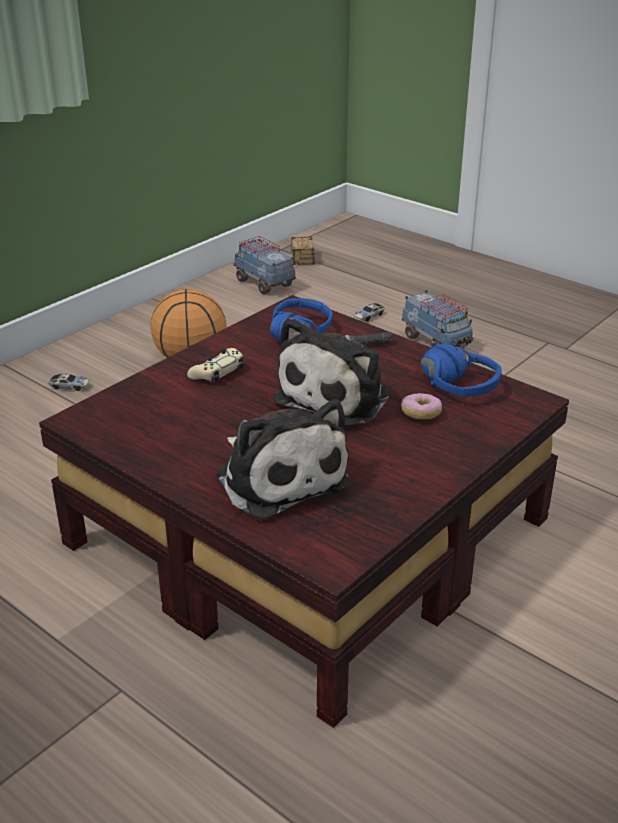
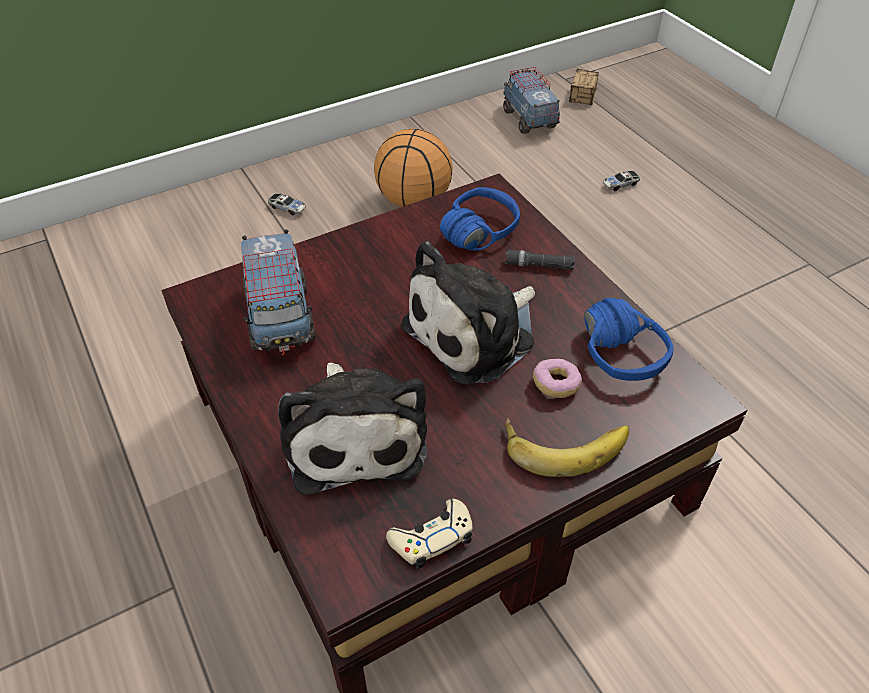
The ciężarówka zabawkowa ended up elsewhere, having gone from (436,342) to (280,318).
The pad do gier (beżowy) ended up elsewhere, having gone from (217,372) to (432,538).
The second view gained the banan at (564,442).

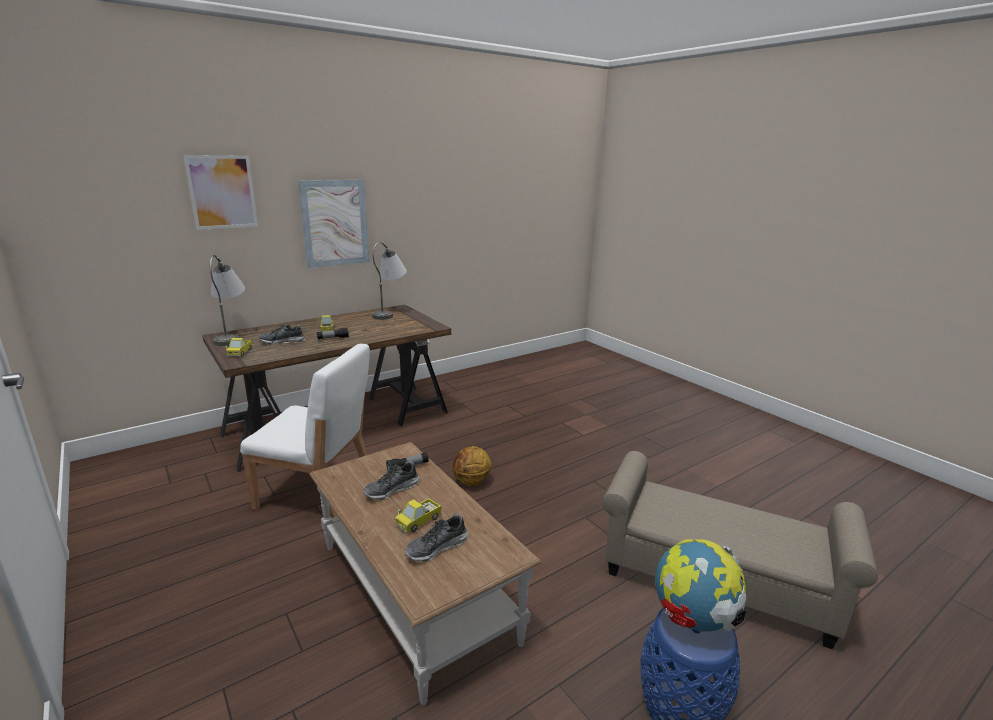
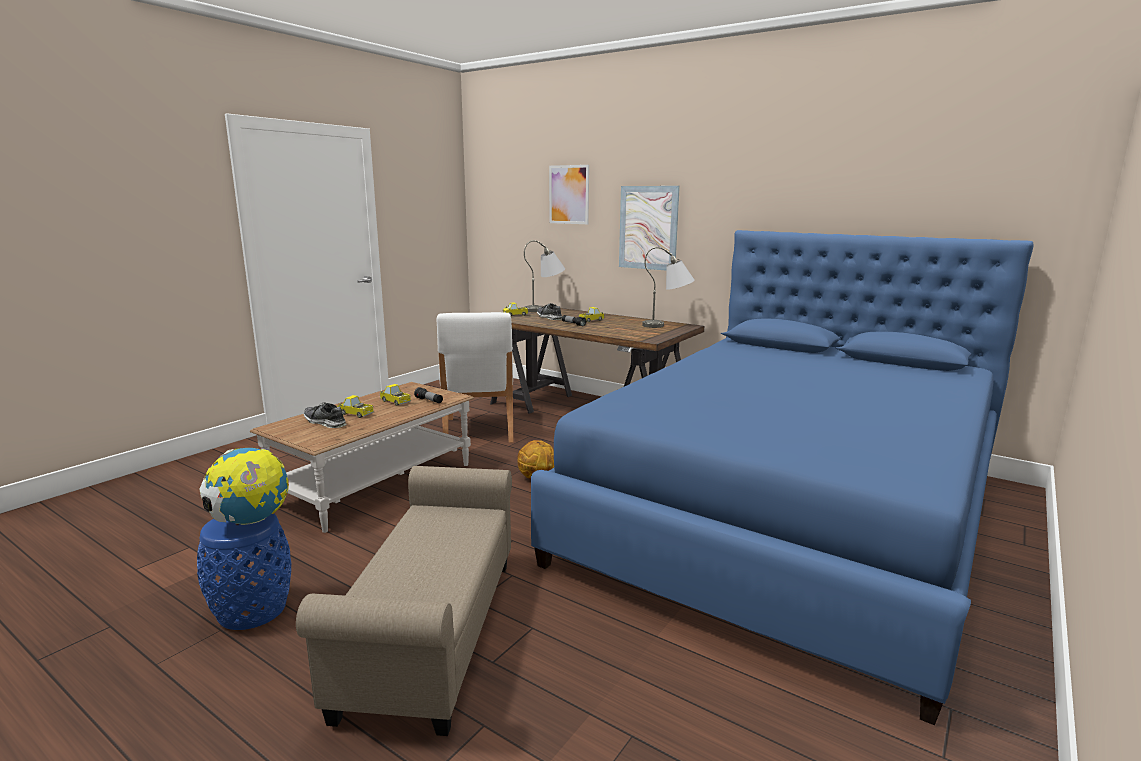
Where the but stood at (392,489), the ciężarówka zabawkowa came to stand at (395,402).
The second view gained the łóżko (niebieski) at (790,515).

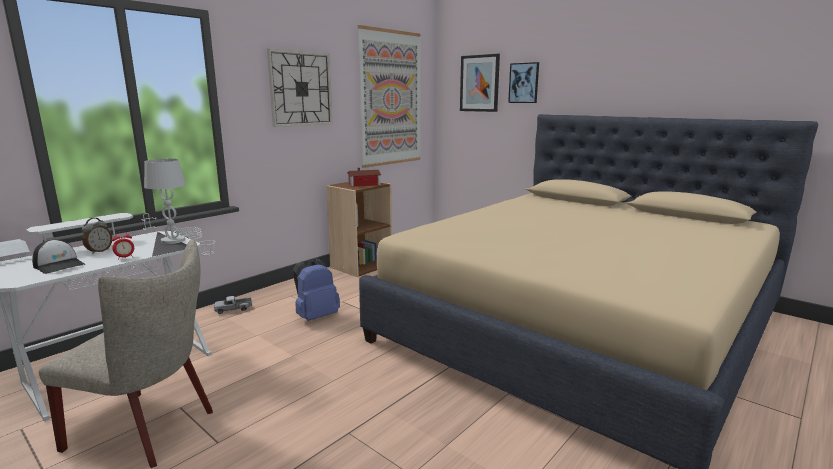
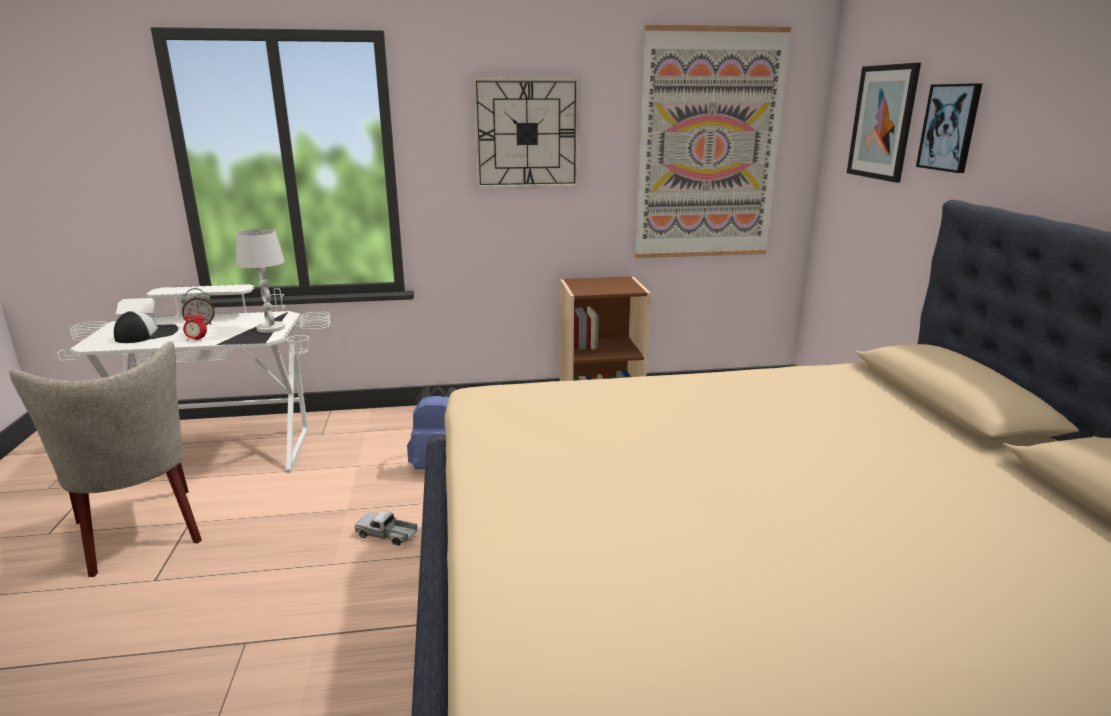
The second view lost the domek at (365,184).
The czapka z daszkiem at (59,265) ended up facing another way, 120 degrees counterclockwise from before.
The ciężarówka zabawkowa ended up elsewhere, having gone from (233,309) to (387,535).

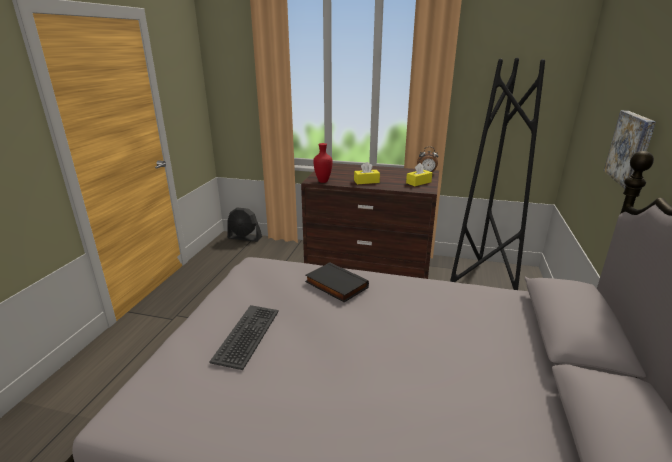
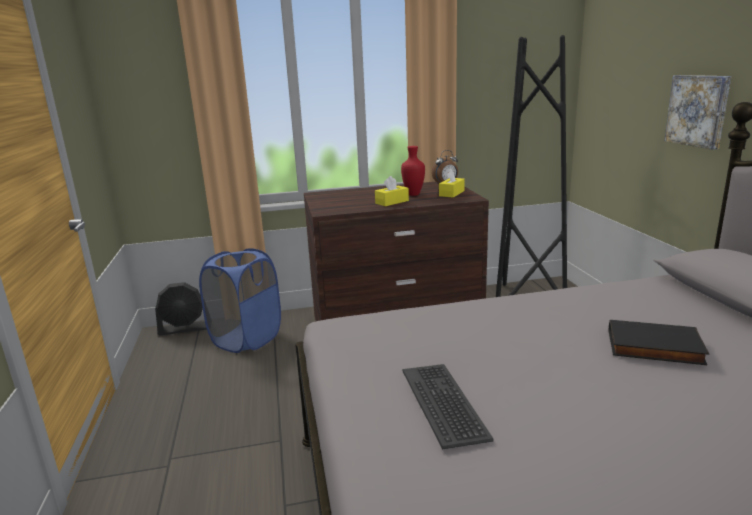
The wazon (czerwony) ended up elsewhere, having gone from (323,181) to (413,194).
The książka (czarny) ended up elsewhere, having gone from (335,285) to (654,348).
The second view gained the kosz na pranie (niebieski) at (246,339).

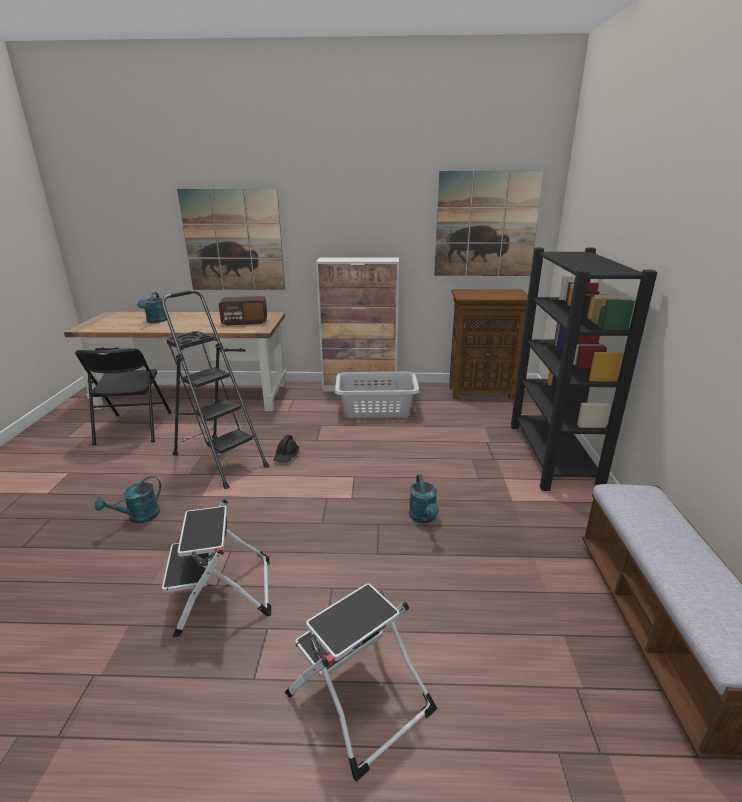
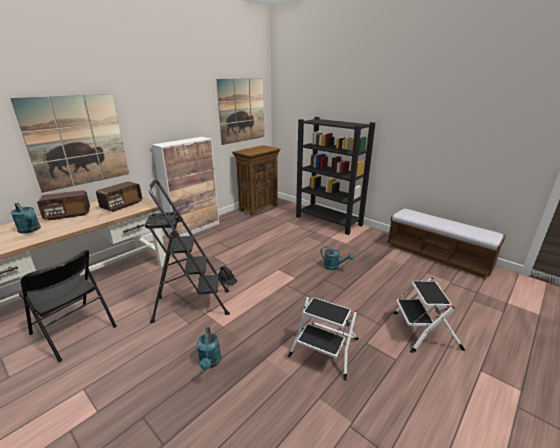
The second view lost the kosz na pranie (szary) at (376,408).
The second view gained the radio at (68,215).

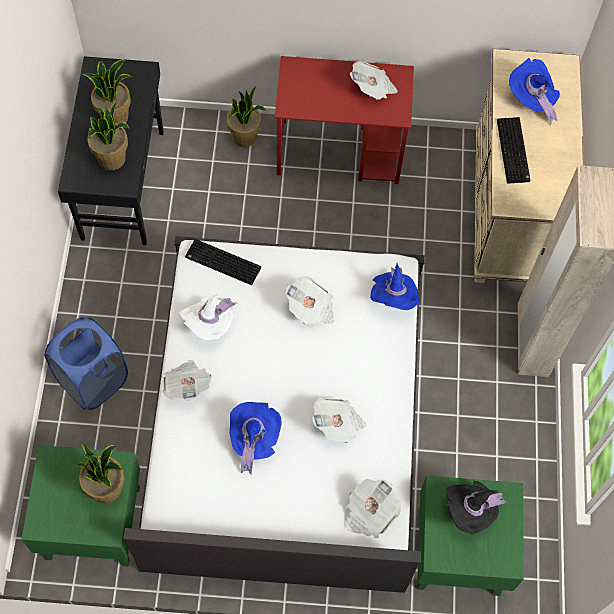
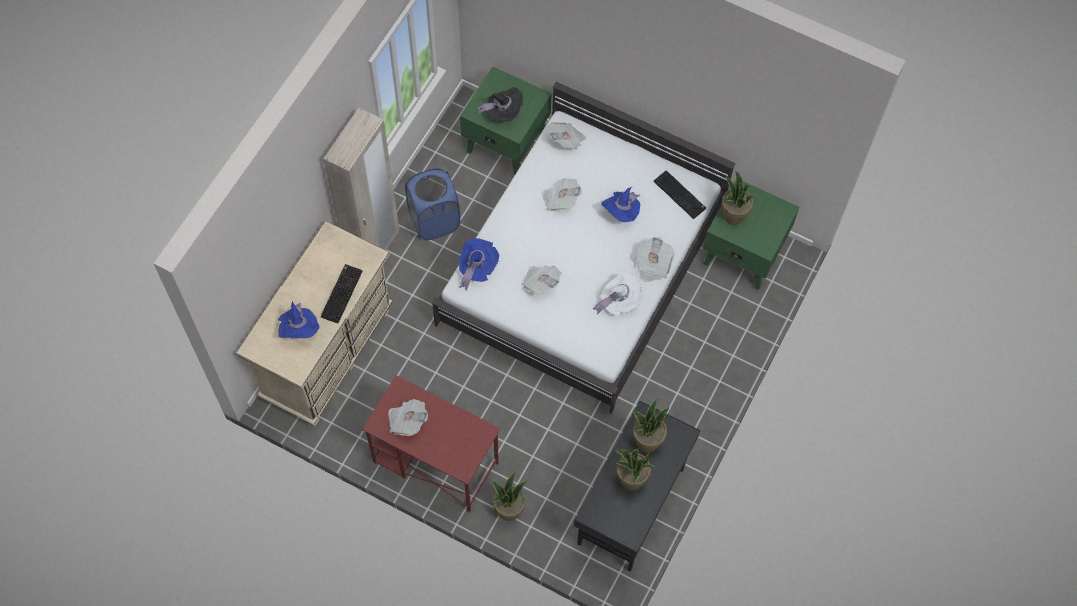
The klawiatura ended up elsewhere, having gone from (221,263) to (680,195).
The kosz na pranie (niebieski) ended up elsewhere, having gone from (93,381) to (434,221).

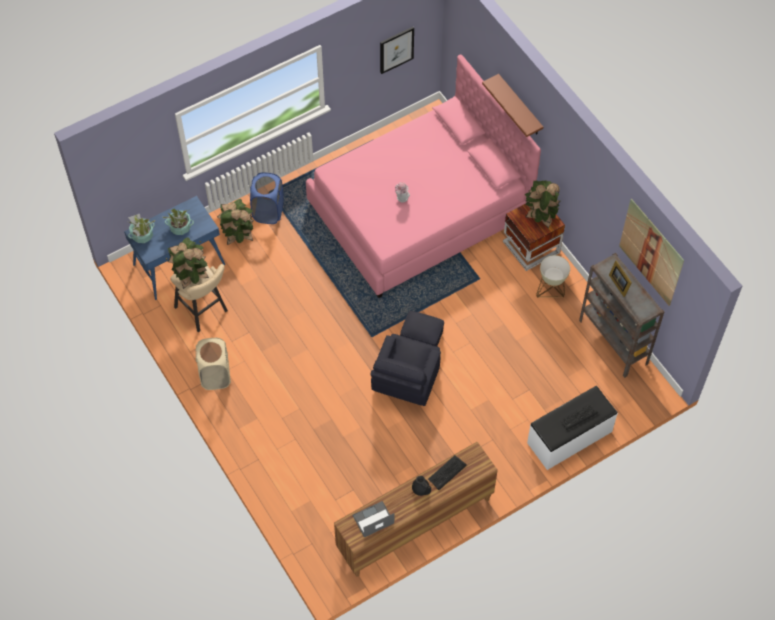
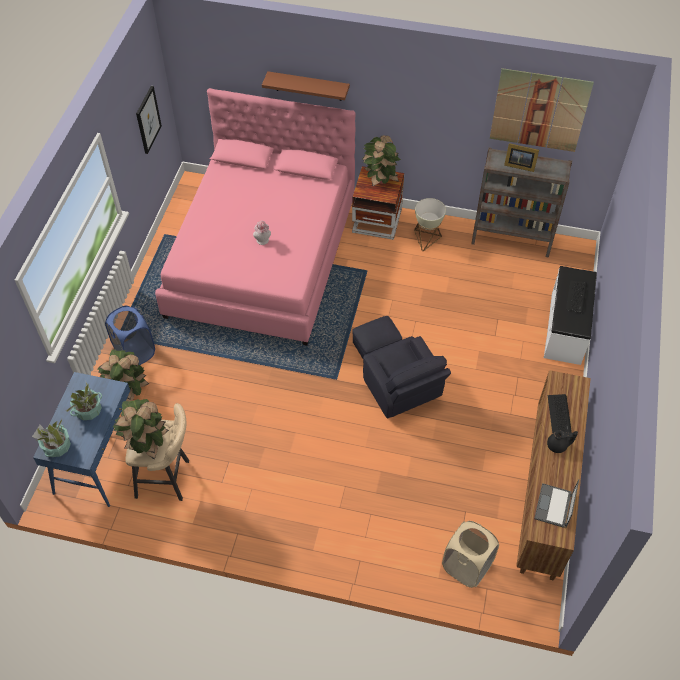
The kosz na pranie (beżowy) ended up elsewhere, having gone from (215,375) to (466,566).

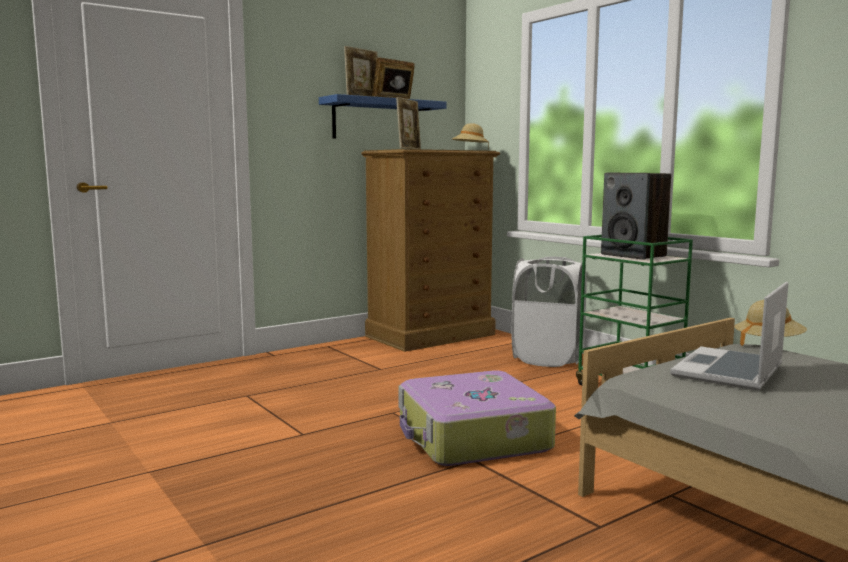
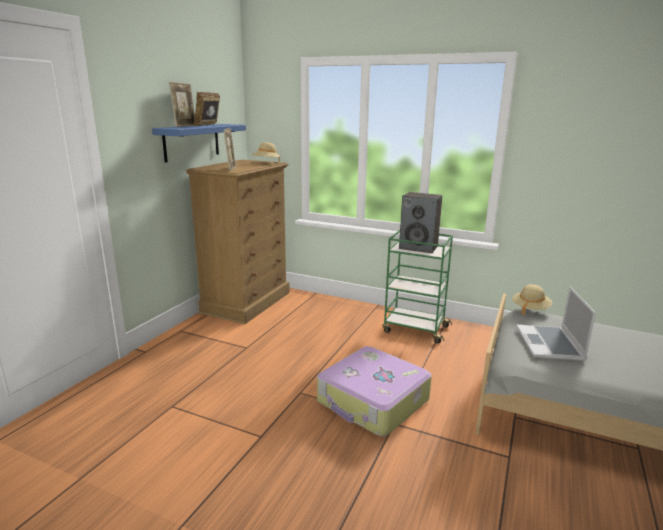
The second view lost the kosz na pranie (biały) at (548,358).

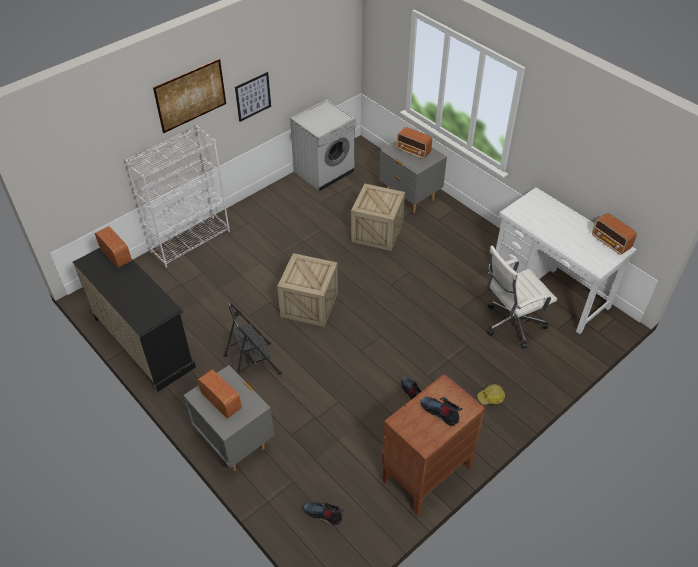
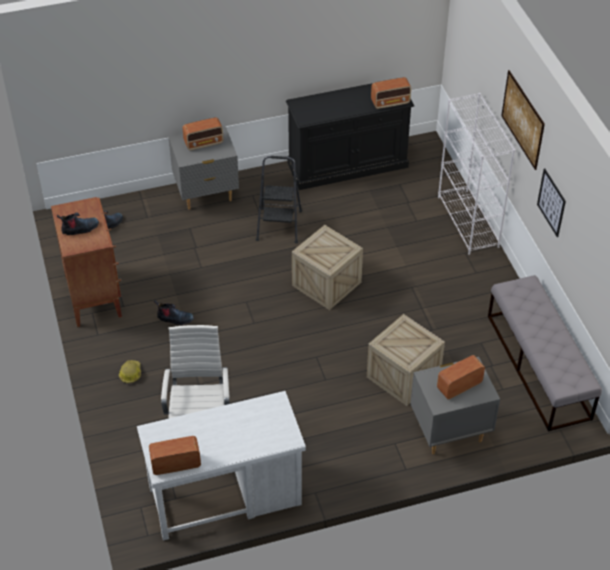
Where the pralka (biały) stood at (325,172), the ławka (szary) came to stand at (538,367).

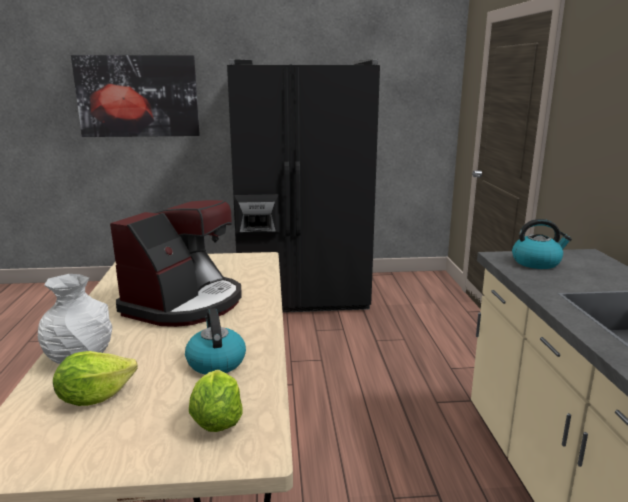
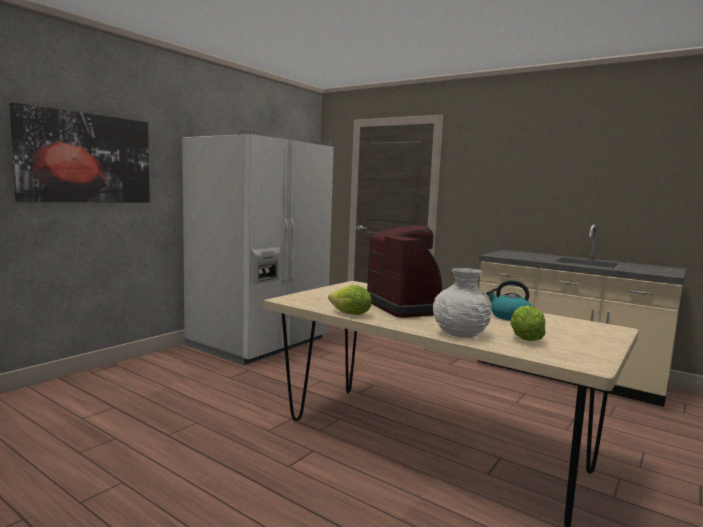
What was the lodówka (czarny) at (302,294) turned into the lodówka (biały) at (259,342).
The second view lost the czajnik at (536,262).
The sałata ended up elsewhere, having gone from (217,421) to (350,314).

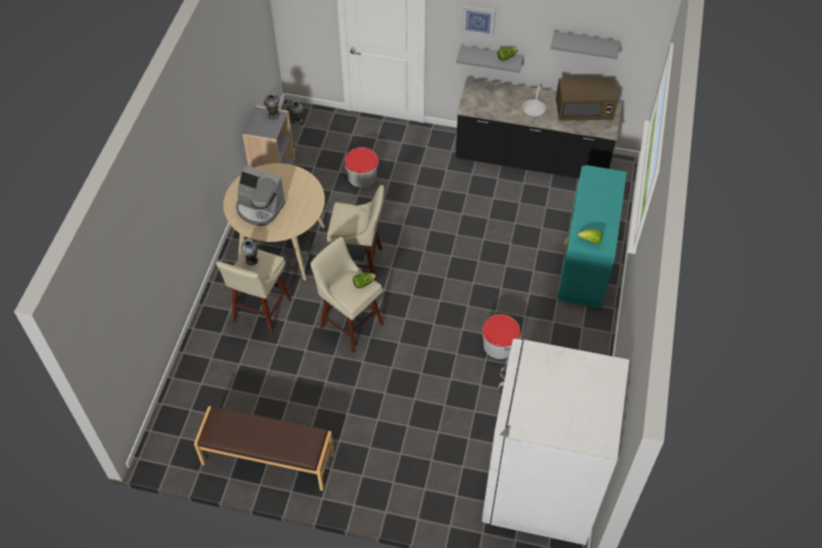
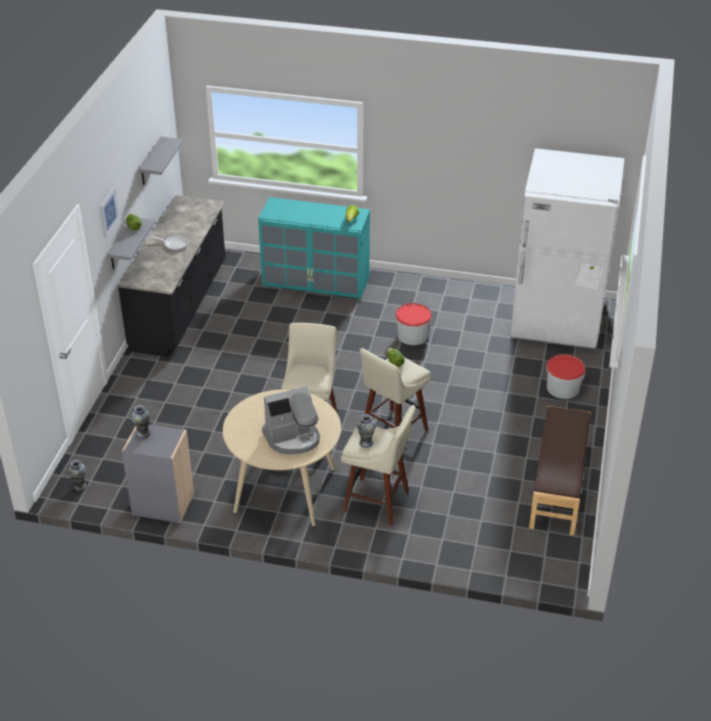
The second view lost the mikrofalówka (brązowy) at (584,111).
The wiadro ended up elsewhere, having gone from (362,176) to (562,388).
The ekspres do kawy at (259,208) ended up facing another way, 45 degrees clockwise from before.

